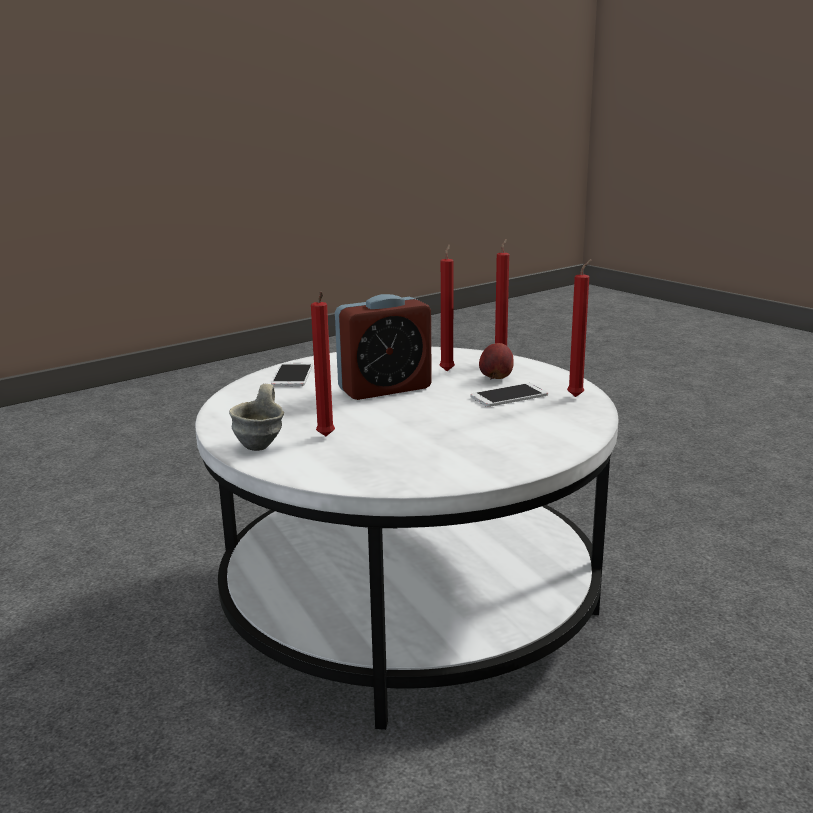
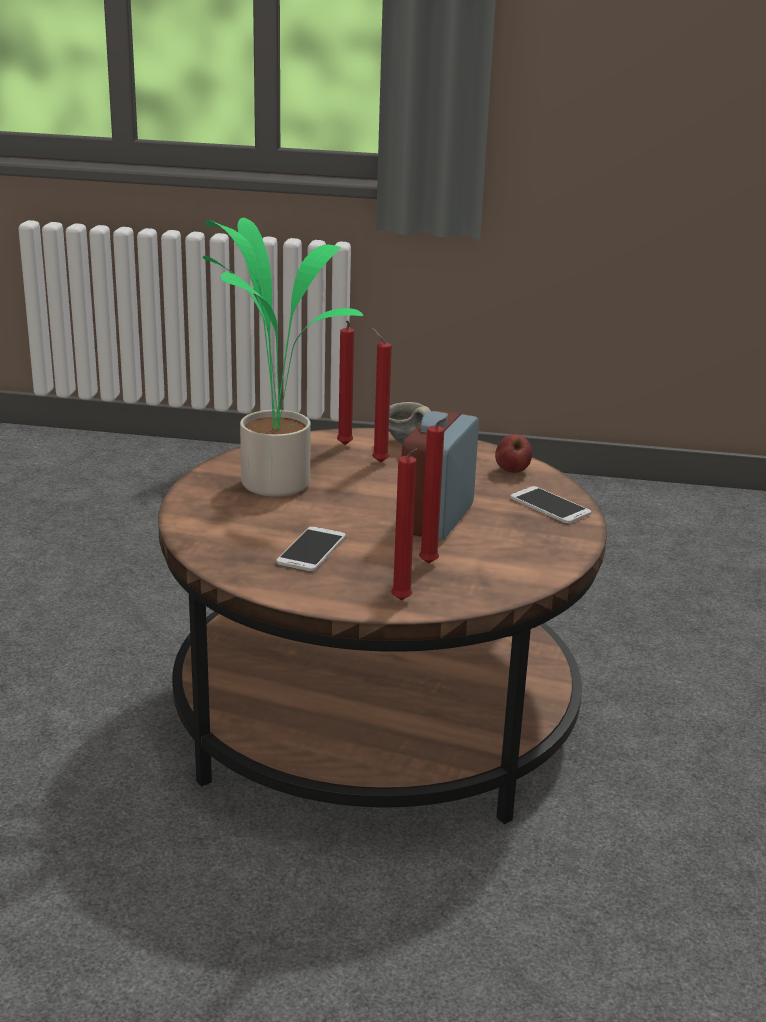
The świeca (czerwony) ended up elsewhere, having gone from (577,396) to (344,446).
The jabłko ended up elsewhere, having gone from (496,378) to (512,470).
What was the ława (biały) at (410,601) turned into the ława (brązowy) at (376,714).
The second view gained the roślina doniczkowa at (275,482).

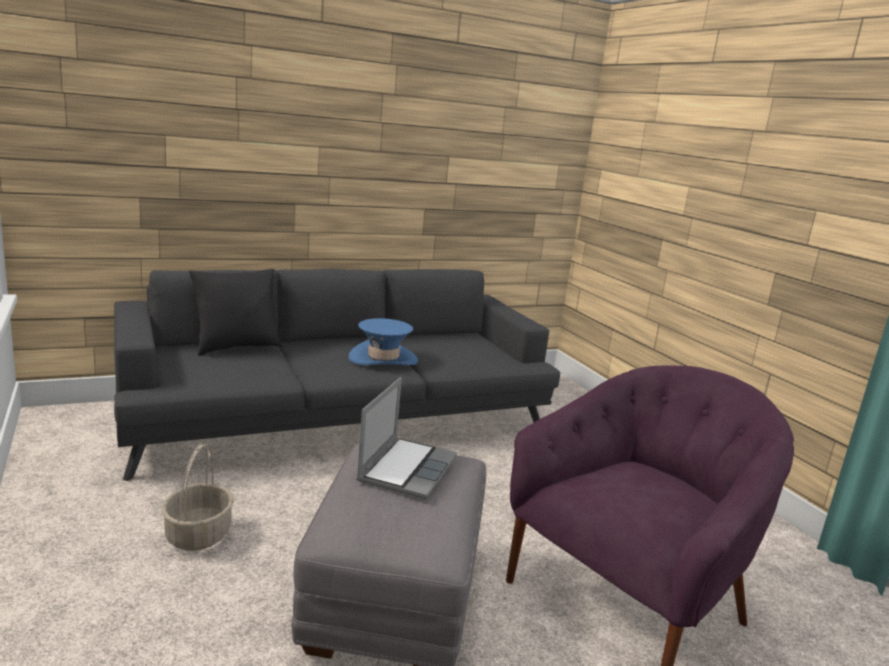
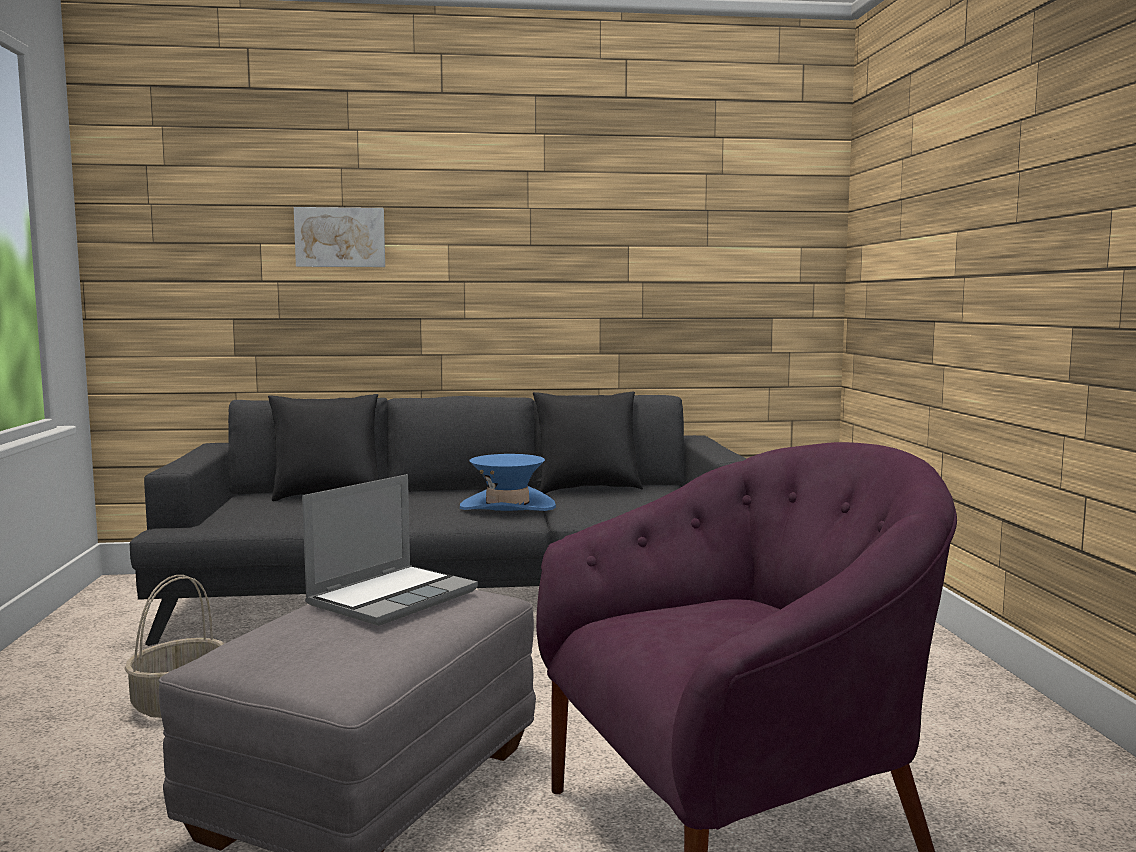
The second view gained the obraz at (340,237).
The second view gained the poduszka (czarny) at (587,489).

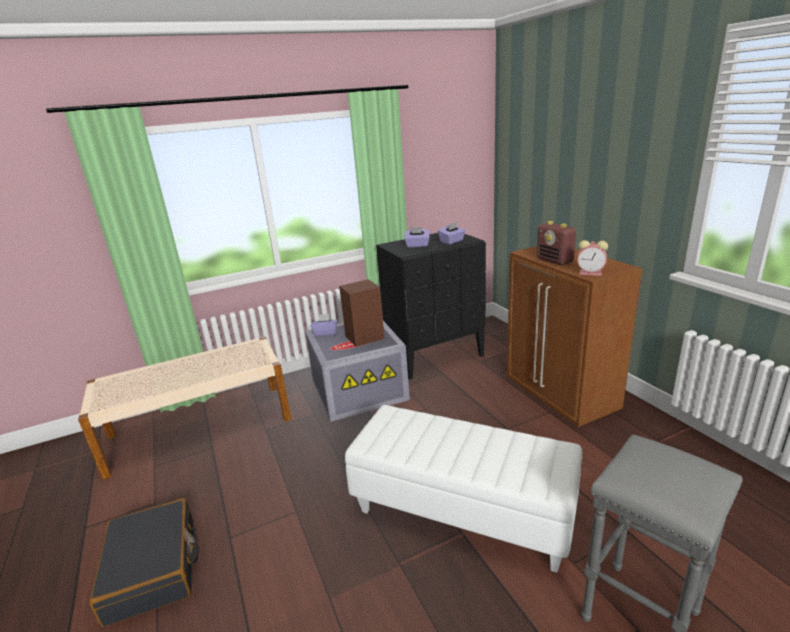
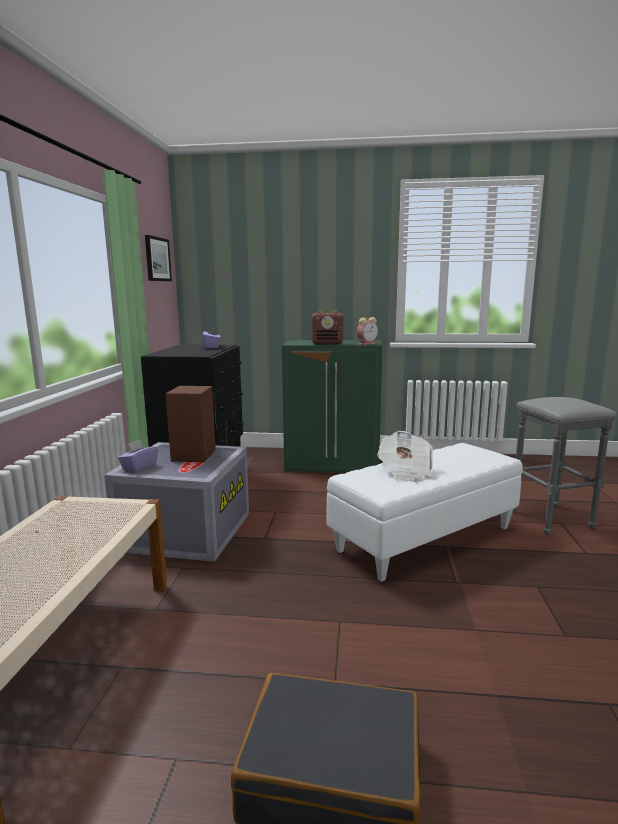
The second view lost the pudełko chusteczek (fioletowy) at (417,245).
What was the szafka (brązowy) at (561,391) turned into the szafka (zielony) at (333,464).
The second view gained the obraz at (157,259).
The second view gained the gazeta at (405,471).

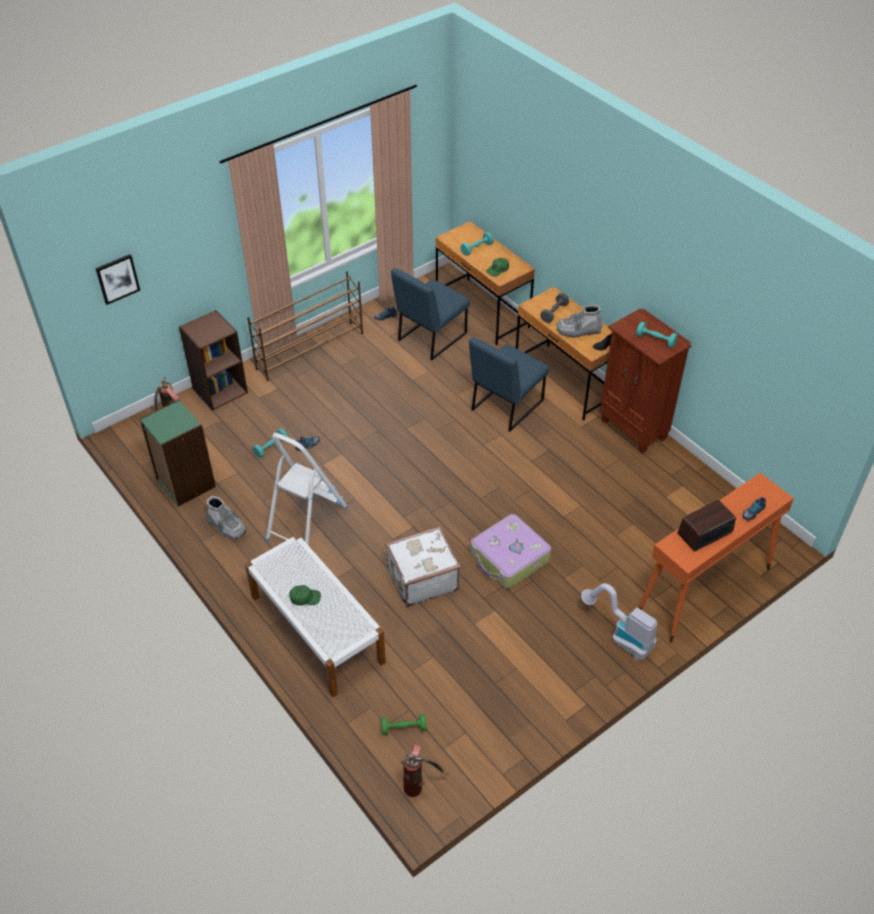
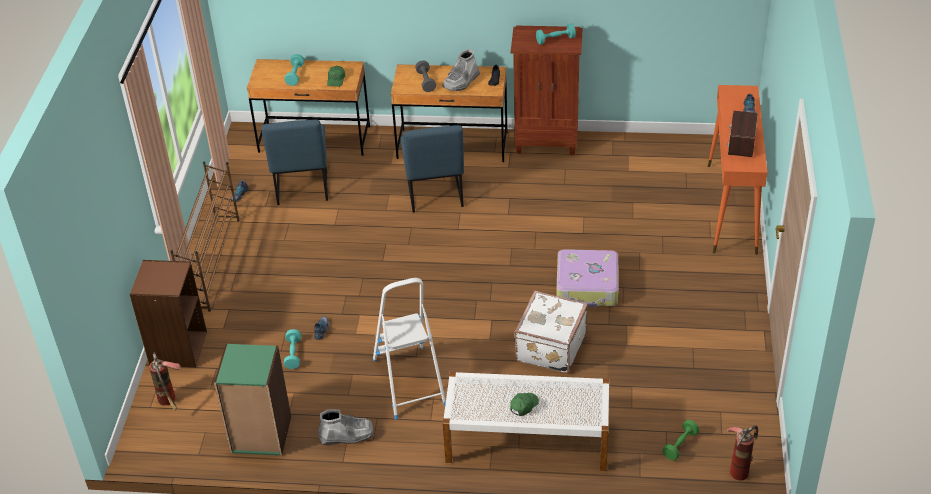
The second view lost the obraz at (117,278).
The second view lost the odkurzacz at (620,635).

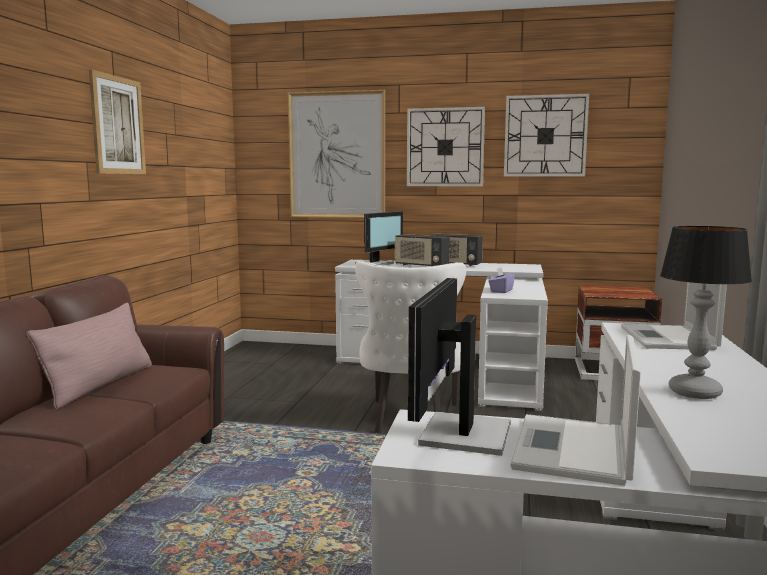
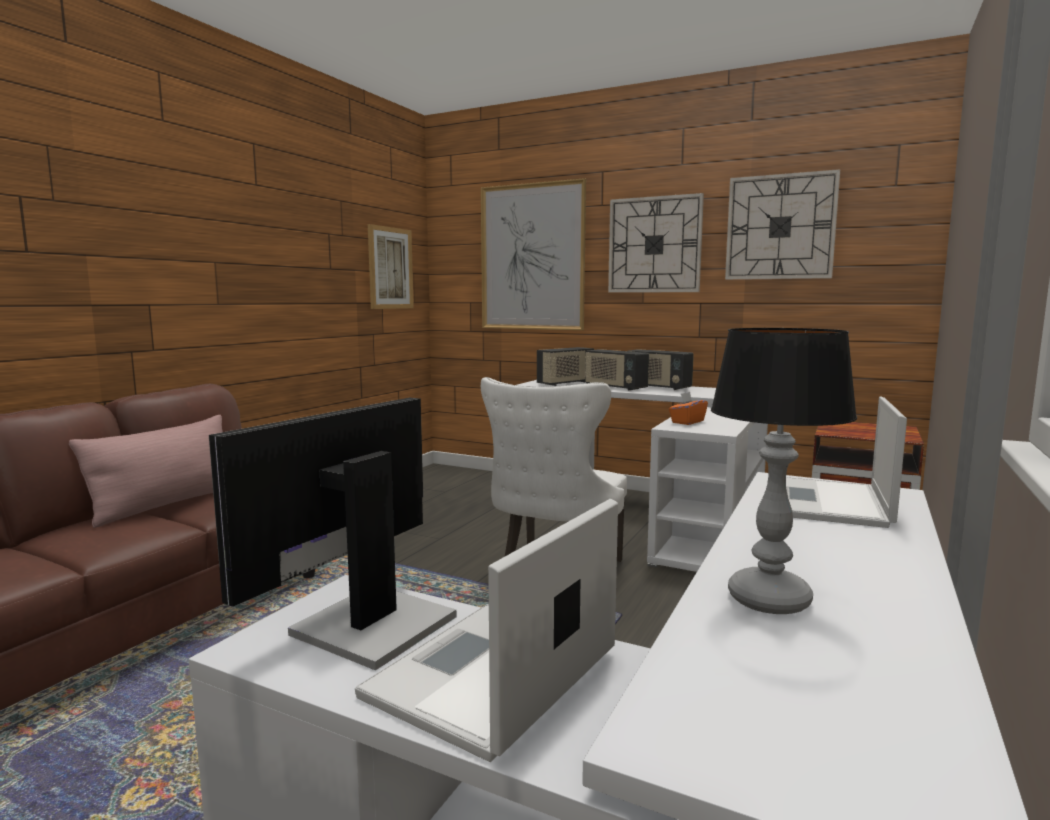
The obraz ended up elsewhere, having gone from (117,125) to (390,268).
Where the monitor stood at (376,263), the radio came to stand at (565,383).
What was the pudełko chusteczek (fioletowy) at (501,291) turned into the pudełko chusteczek (pomarańczowy) at (687,422).

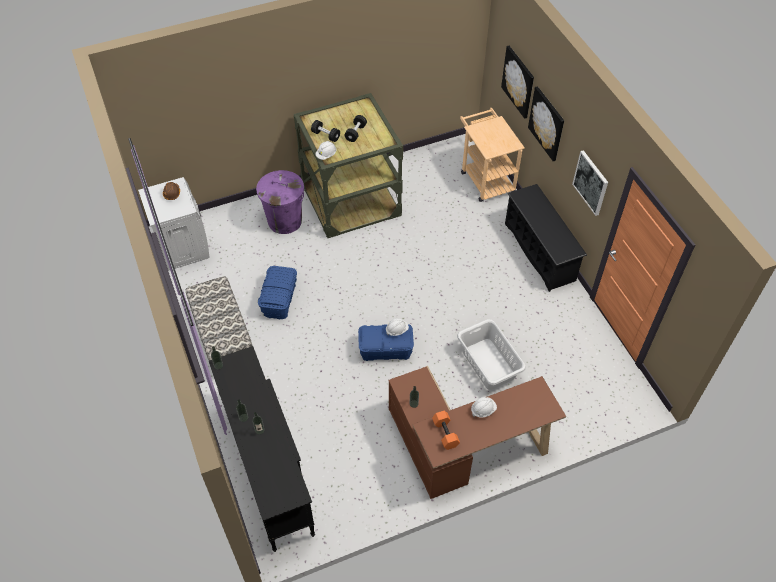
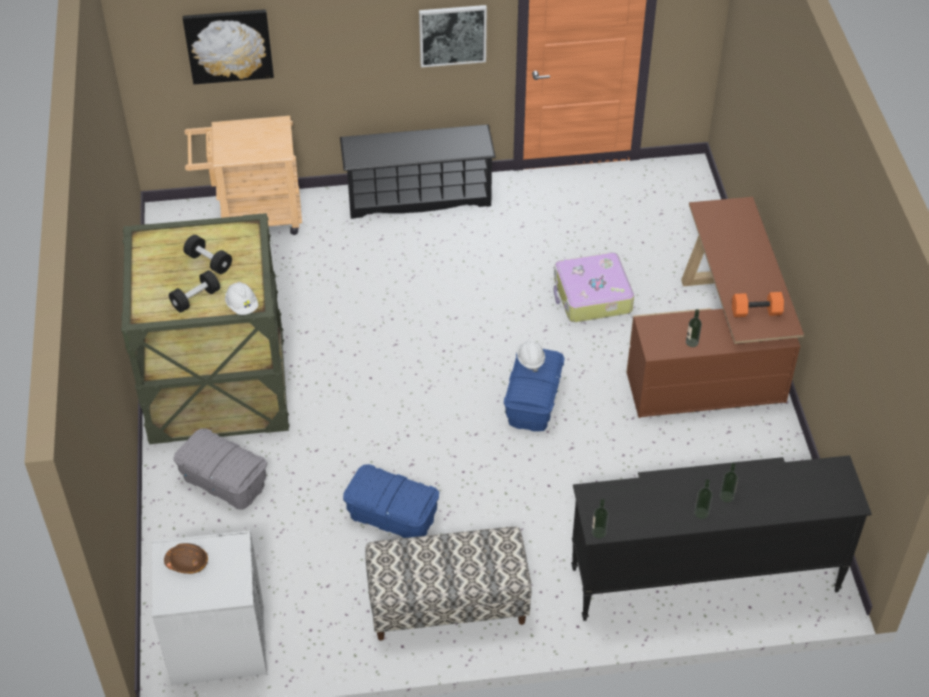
The second view lost the obraz at (547,123).
Where the kosz na śmieci (fioletowy) stood at (284,221), the pojemnik do przechowywania (szary) came to stand at (223,481).
Where the kosz na pranie (szary) stood at (488,364), the walizka came to stand at (591,296).
The second view lost the kask (biały) at (483,410).

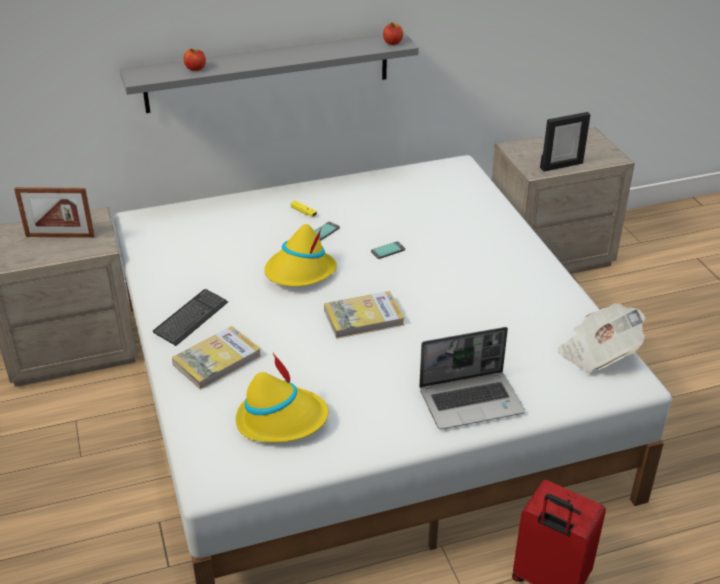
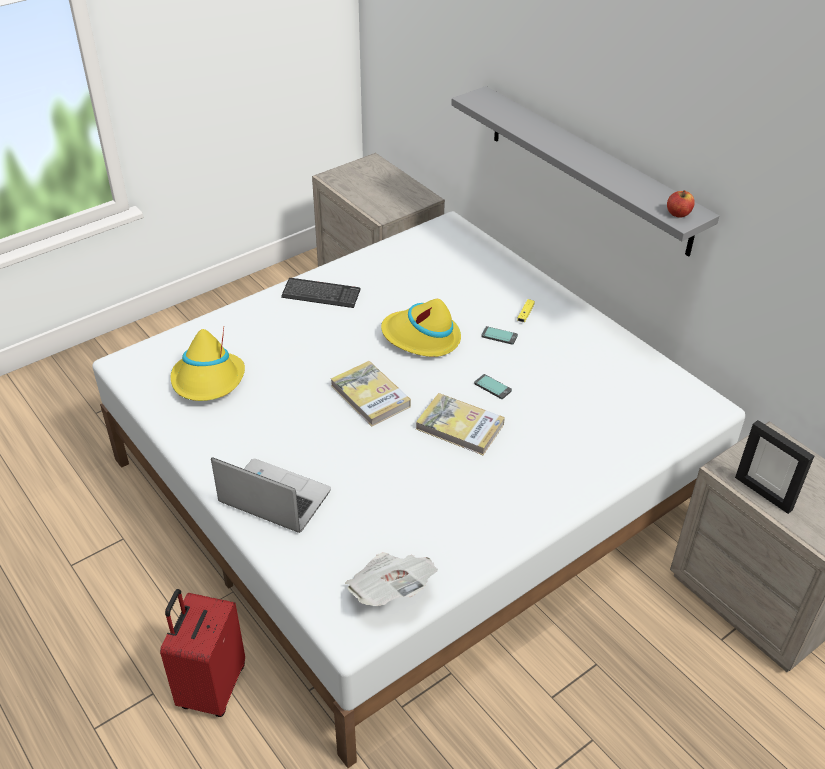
The second view lost the jabłko at (195,68).
The second view lost the ramka na zdjęcie at (60,236).
The książka ended up elsewhere, having gone from (217,360) to (460,427).
The laptop at (472,401) ended up facing another way, 150 degrees clockwise from before.

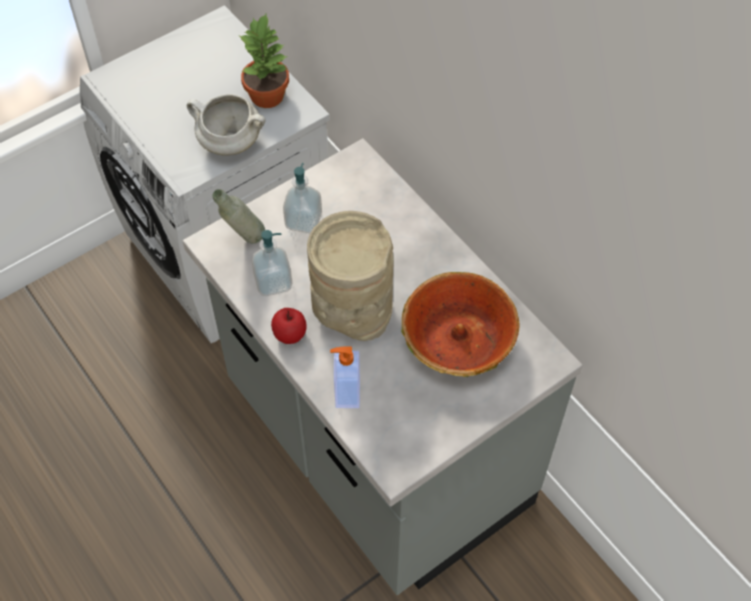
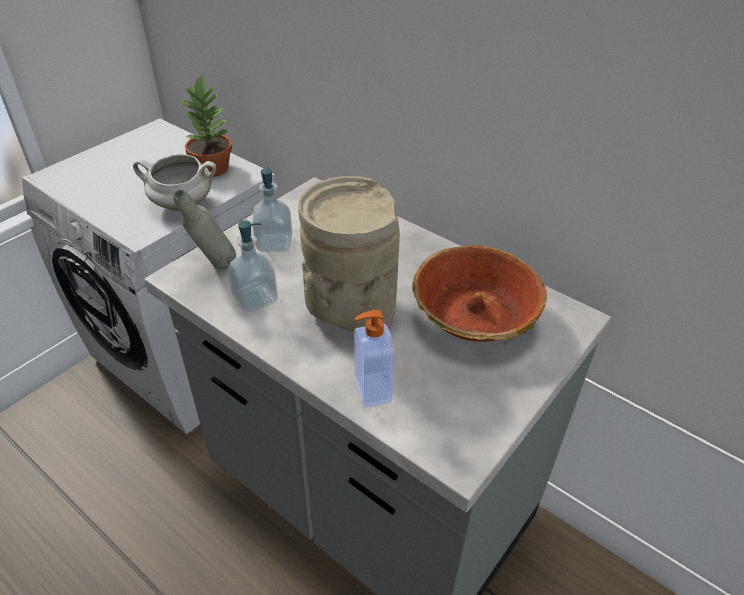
The second view lost the jabłko at (289,334).

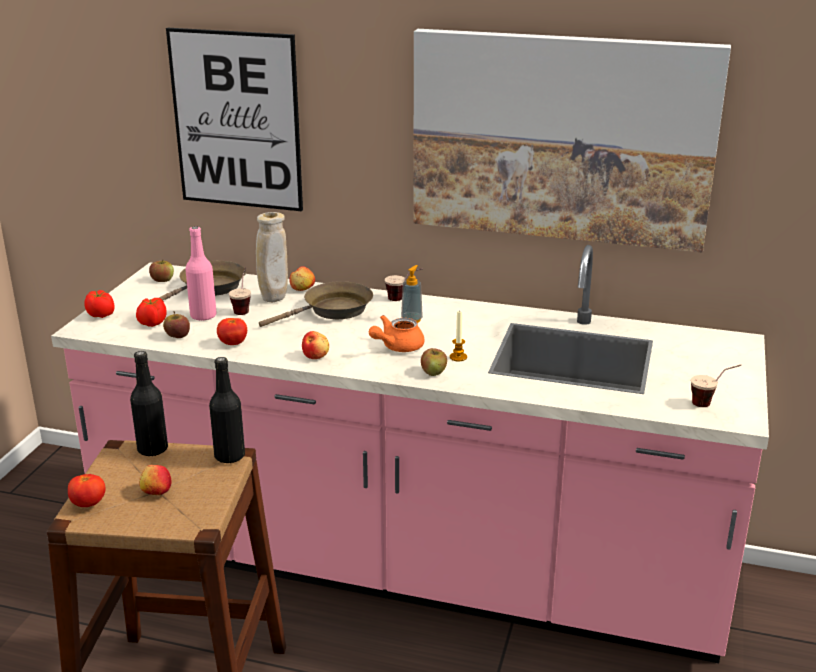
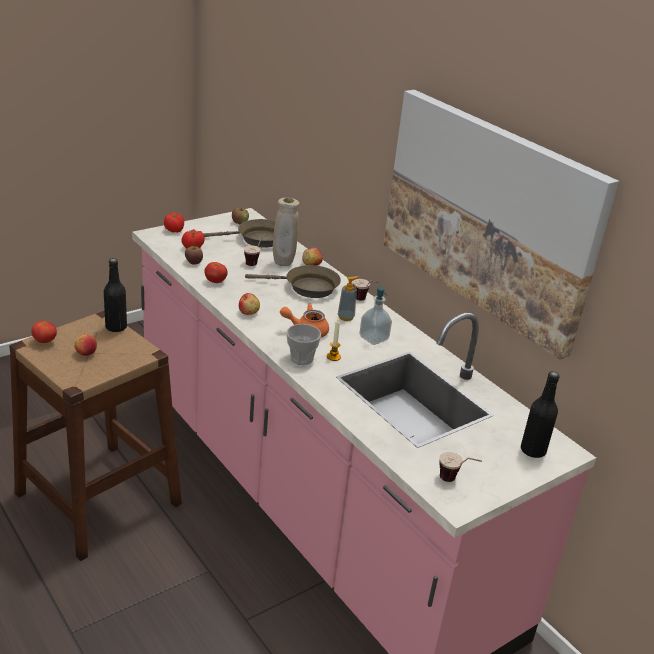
The second view lost the obraz at (236,120).
The second view lost the butelka (różowy) at (203,316).
Where the jabłko stood at (433,372), the filiżanka came to stand at (301,358).
The butelka (czarny) ended up elsewhere, having gone from (229,456) to (533,450).
The second view gained the dozownik mydła at (373,338).

